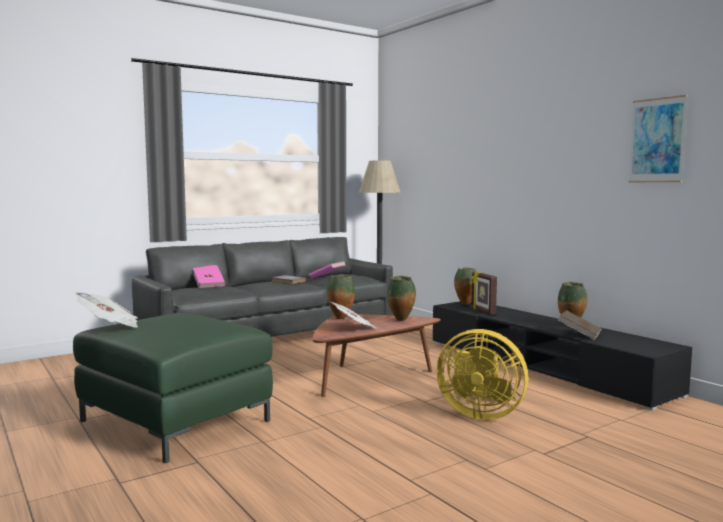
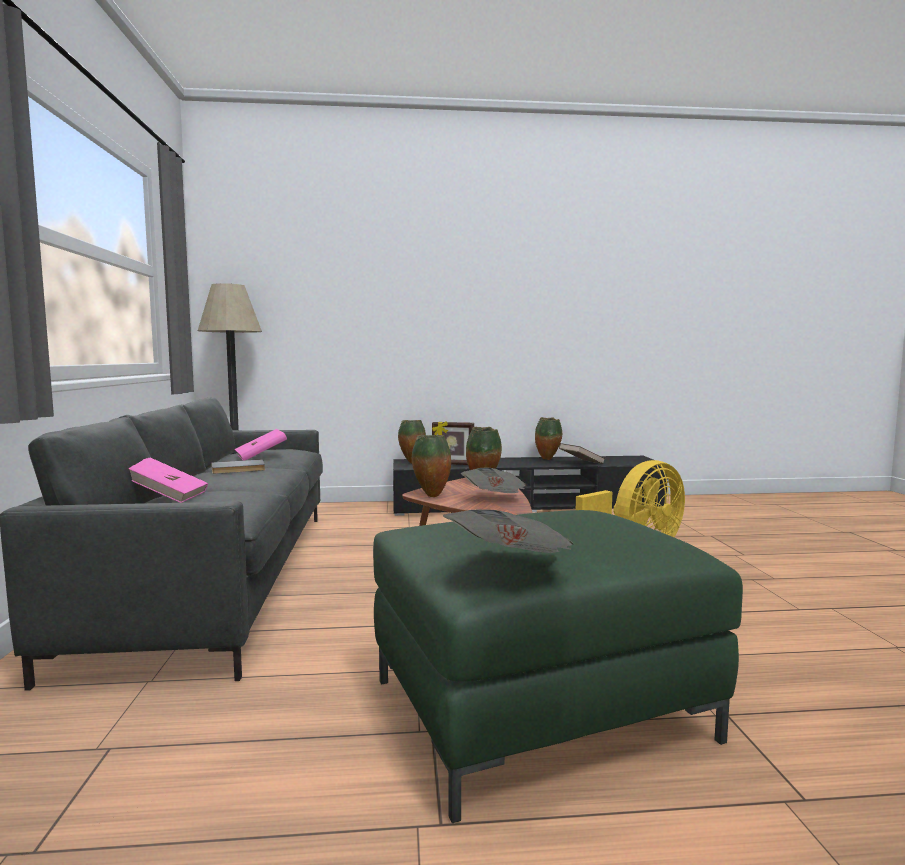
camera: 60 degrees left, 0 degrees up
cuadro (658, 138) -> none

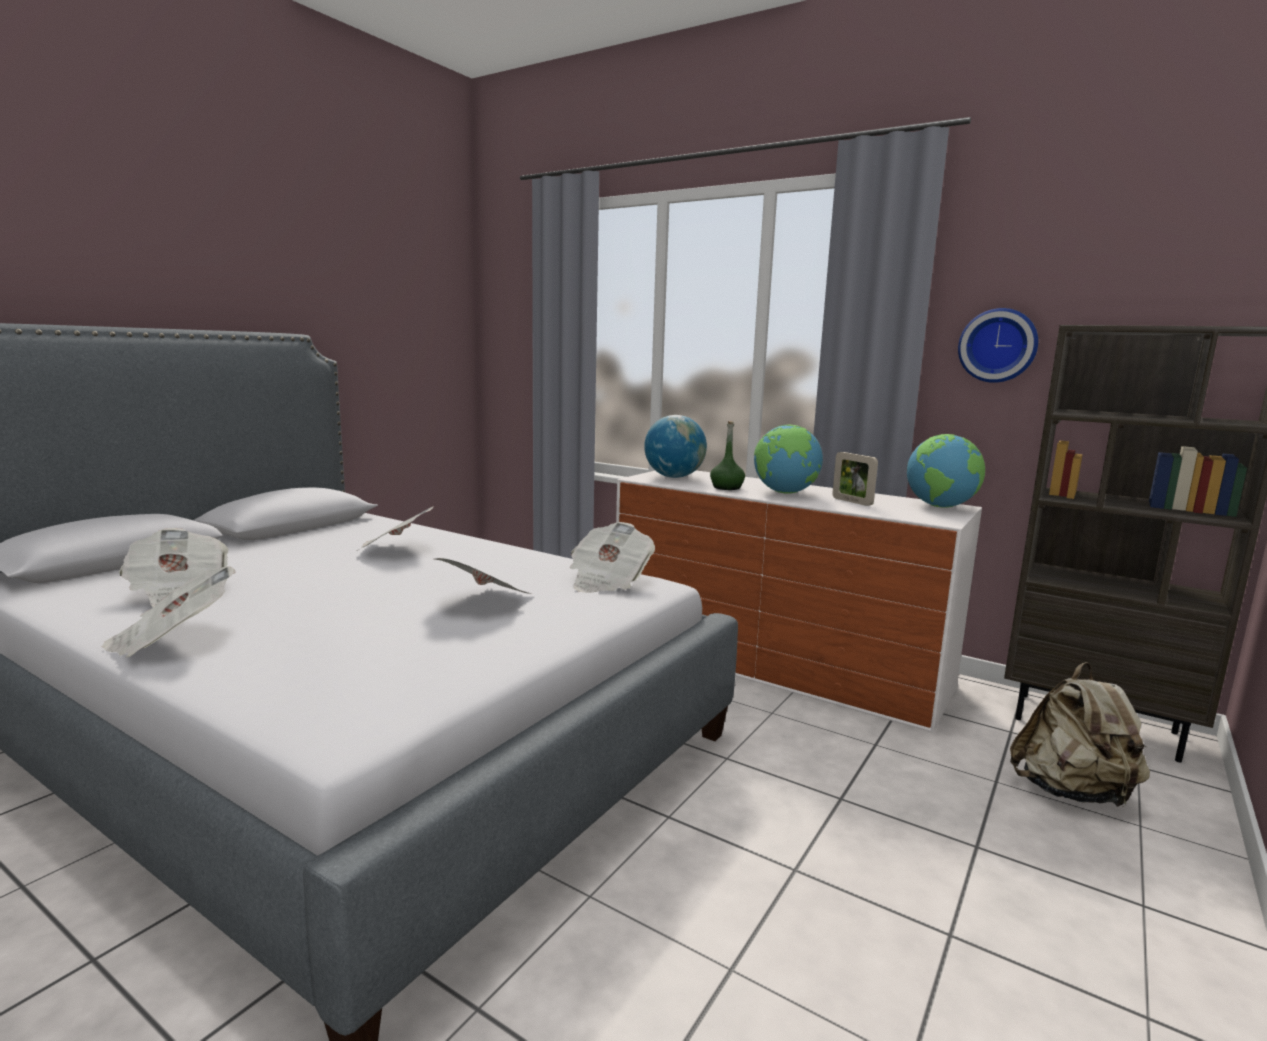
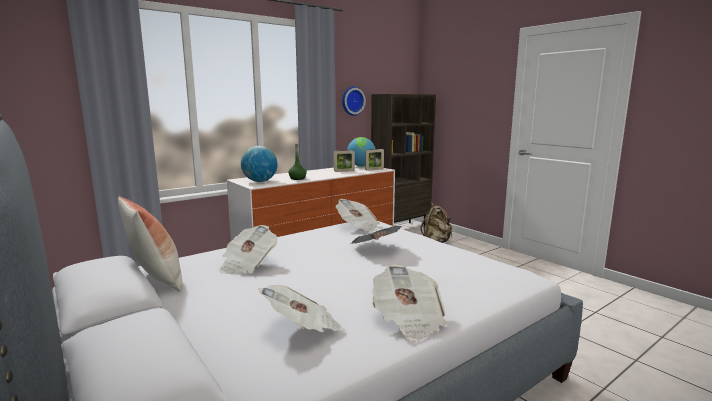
camera: 70 degrees left, 0 degrees up
globo terráqueo (788, 459) -> none
none -> cojín (150, 243)
none -> portarretratos (374, 160)

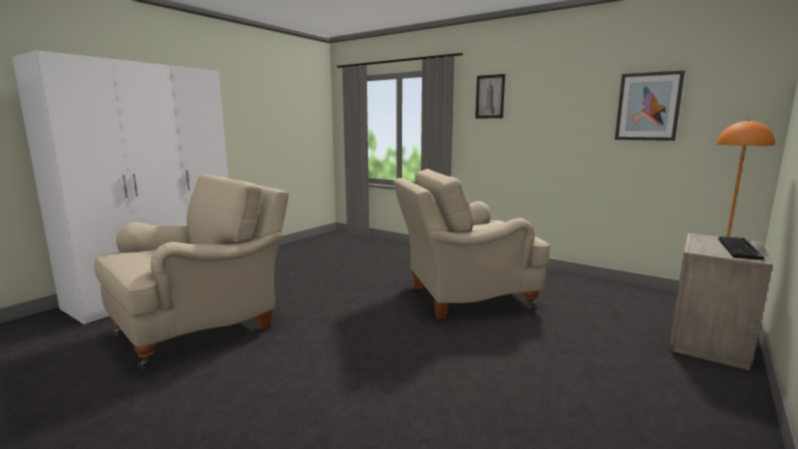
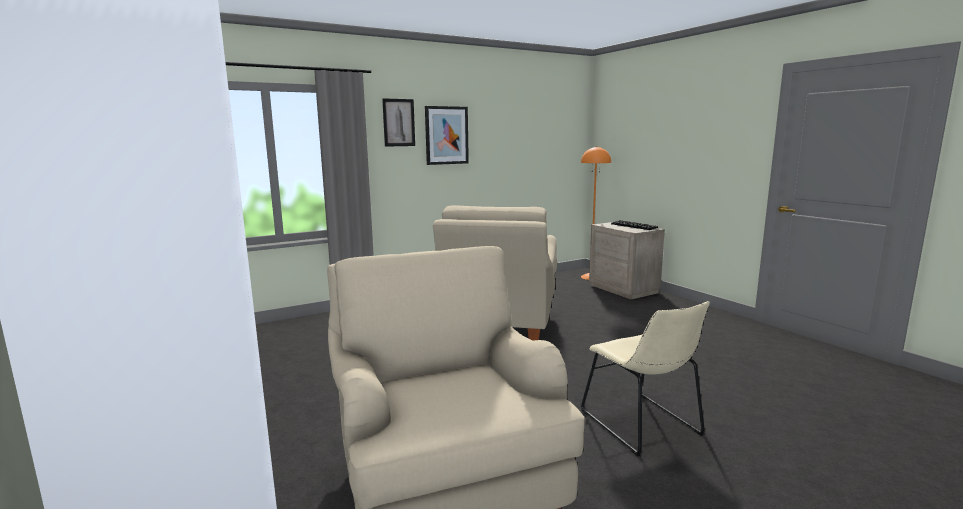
camera: 65 degrees left, 0 degrees up
cuadro (650, 105) -> cuadro (447, 135), shifted
none -> silla [beis] (645, 378)

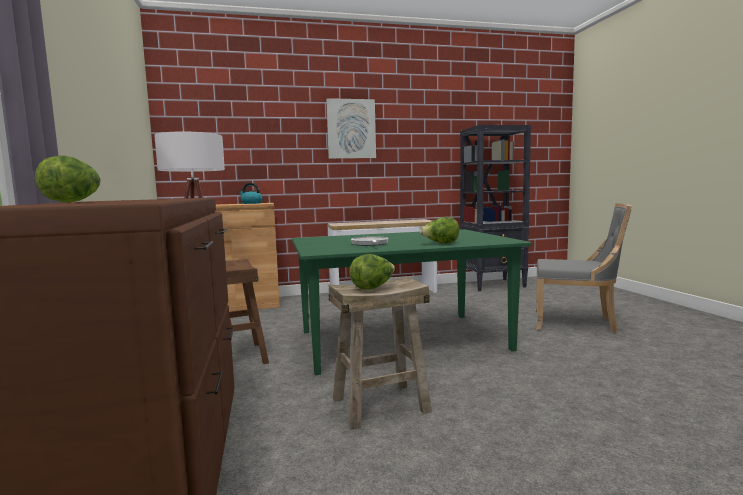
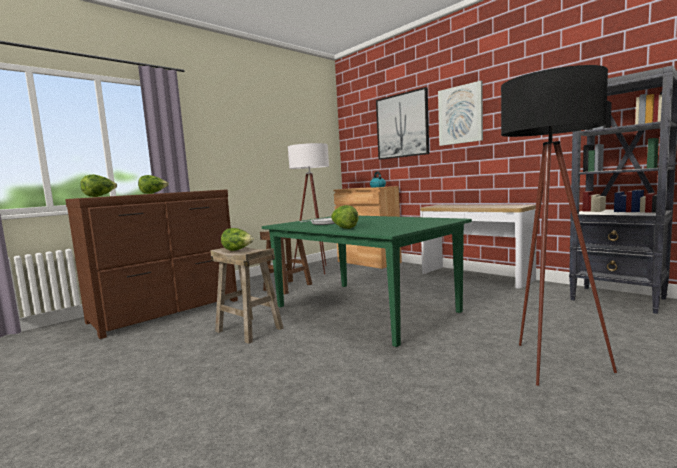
camera: 60 degrees right, 0 degrees up
silla [gris] (583, 268) -> lámpara de pie [negro] (559, 225)
none -> lechuga (98, 185)
none -> cuadro (402, 123)

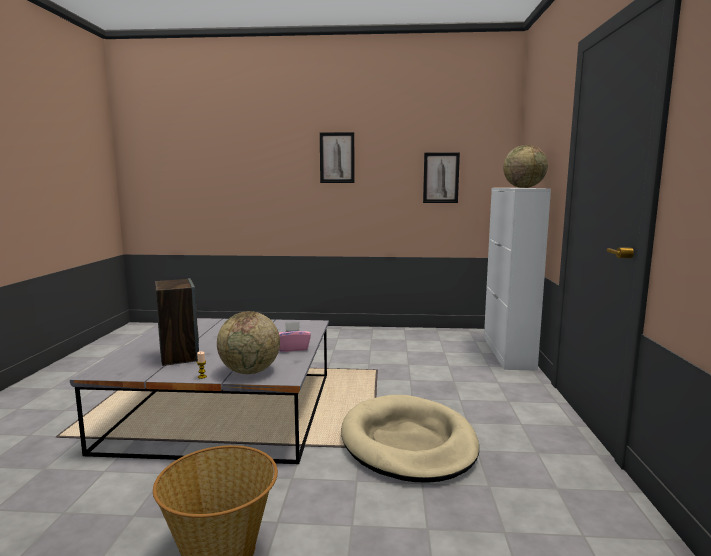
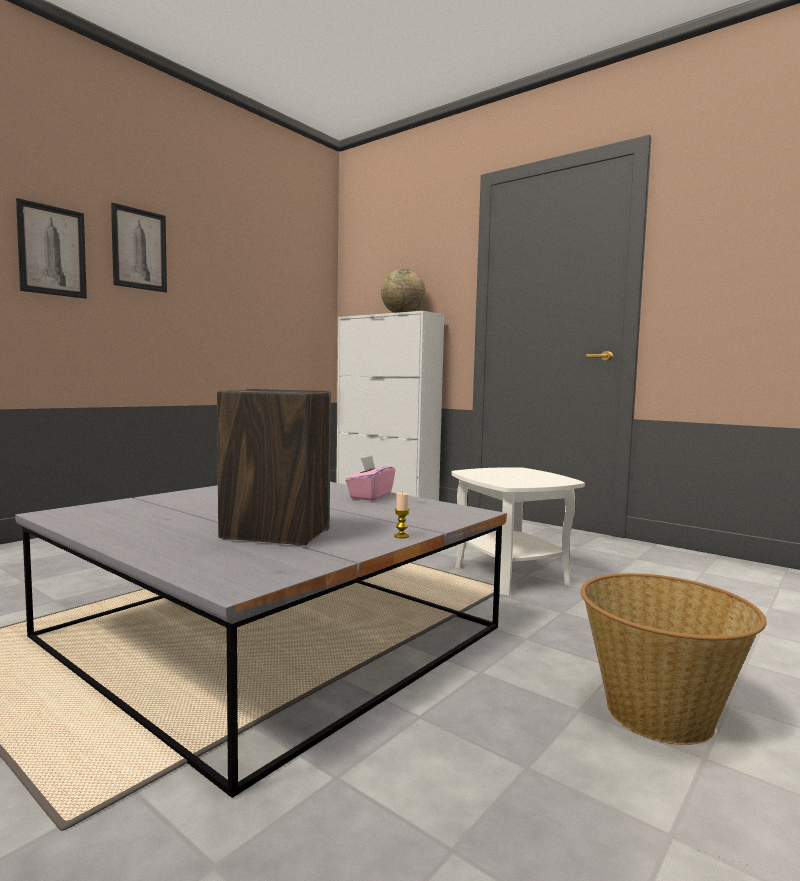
camera: 55 degrees left, 5 degrees down
globo terráqueo (248, 342) -> none
cama para perro [beis] (410, 439) -> mesa auxiliar [blanco] (518, 531)
cuadro (441, 177) -> cuadro (51, 248), shifted

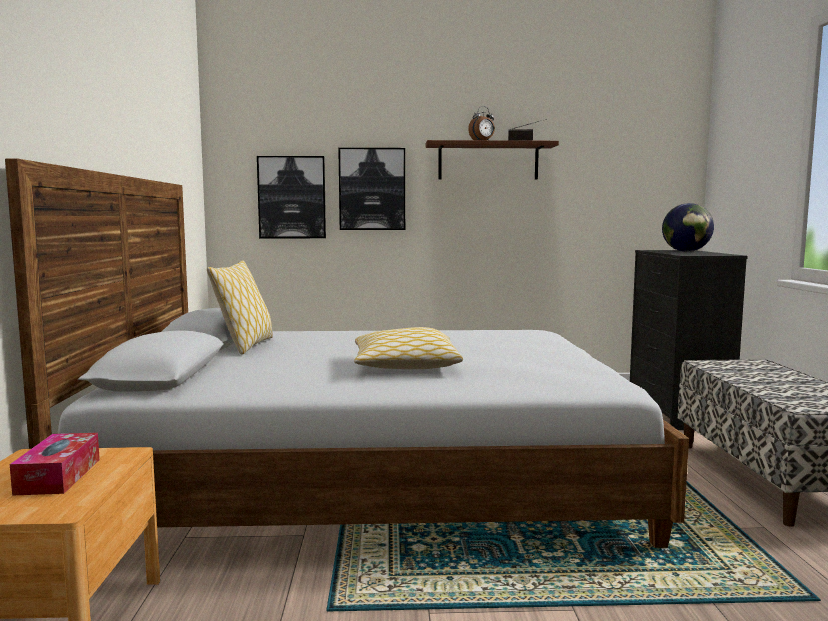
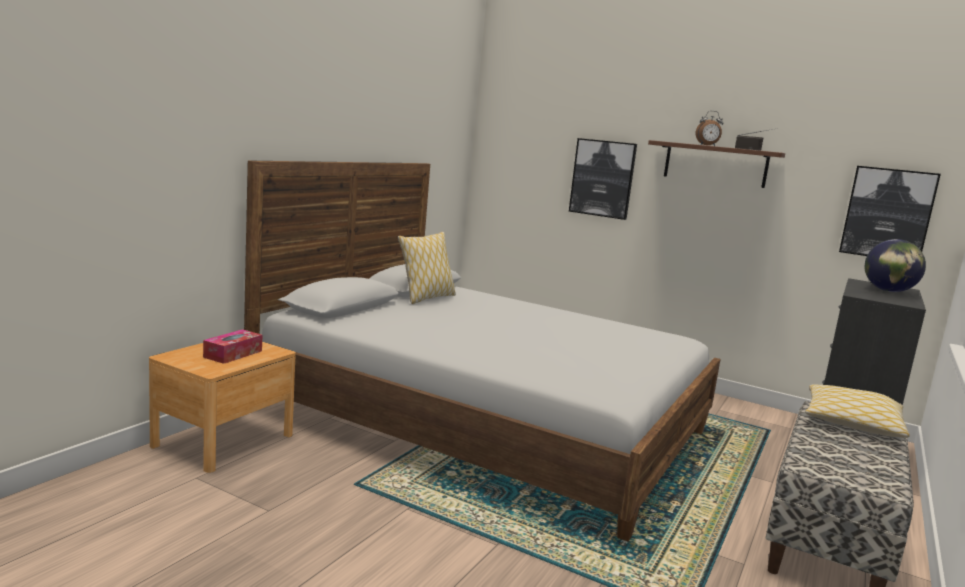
camera: 30 degrees right, 5 degrees up
cuadro (291, 197) -> cuadro (890, 211), shifted
cojín (408, 348) -> cojín (857, 411), shifted

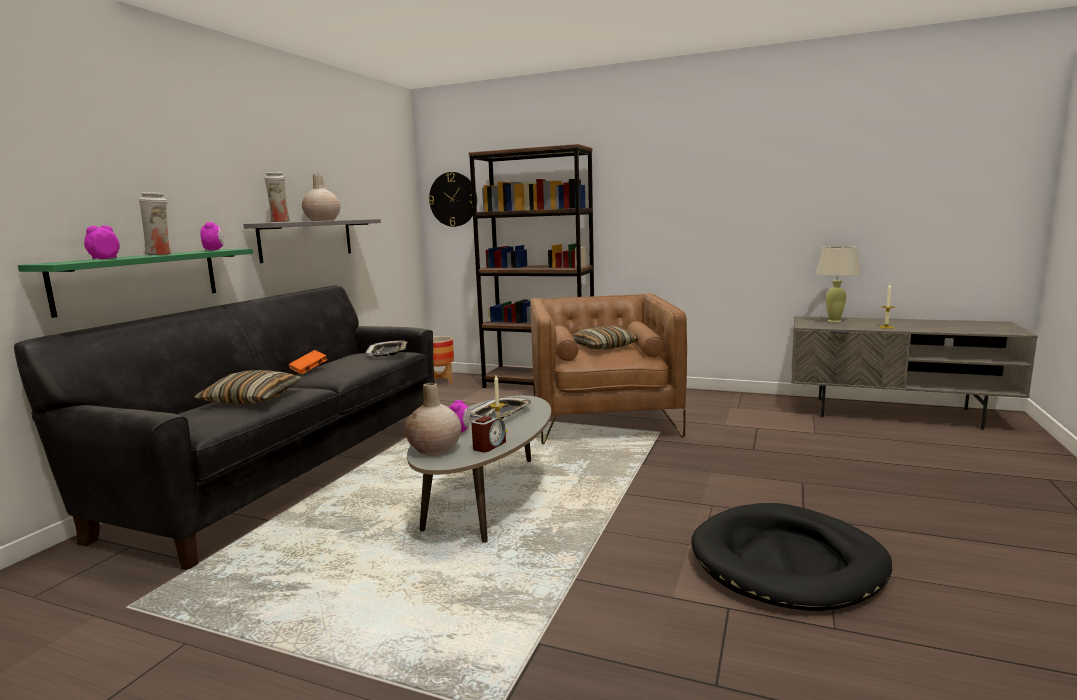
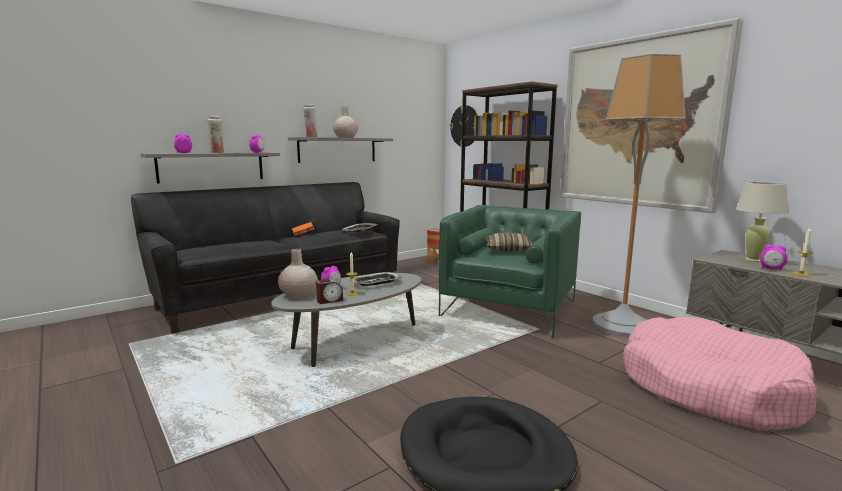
camera: 30 degrees right, 0 degrees up
estante [verde] (135, 283) -> estante [gris] (210, 167)
cojín (247, 387) -> none
sillón [marrón] (608, 368) -> sillón [verde] (510, 271)
none -> cuadro (651, 115)
none -> lámpara de pie (639, 195)
none -> cama para perro [rosa] (720, 374)
none -> despertador (774, 257)

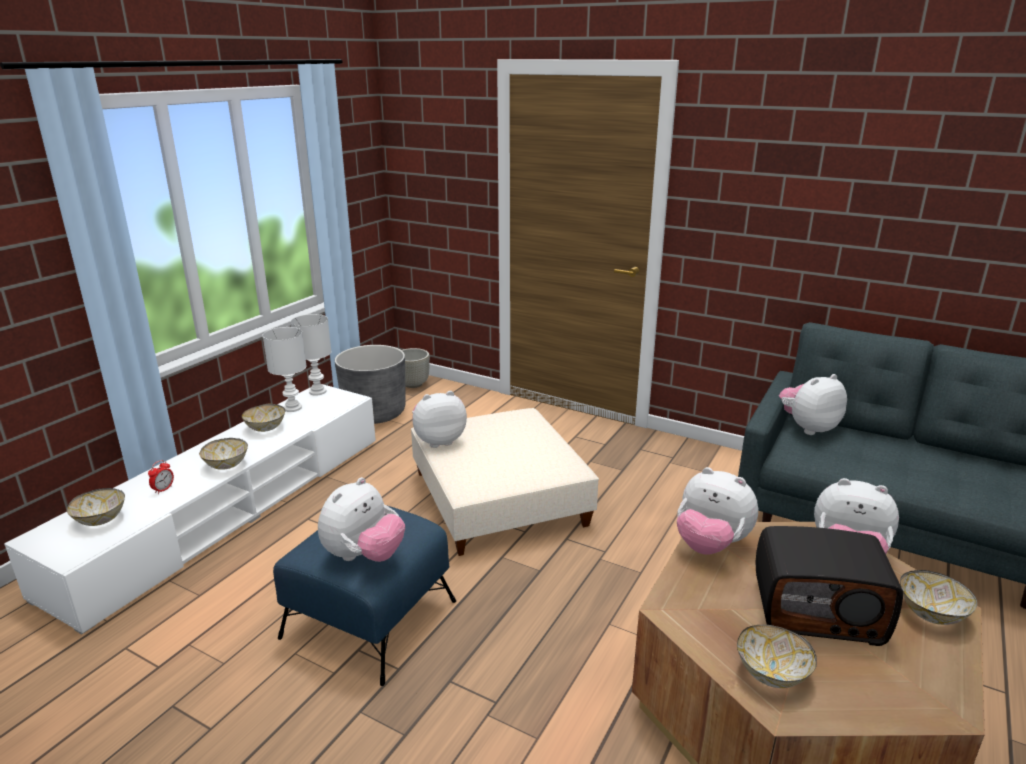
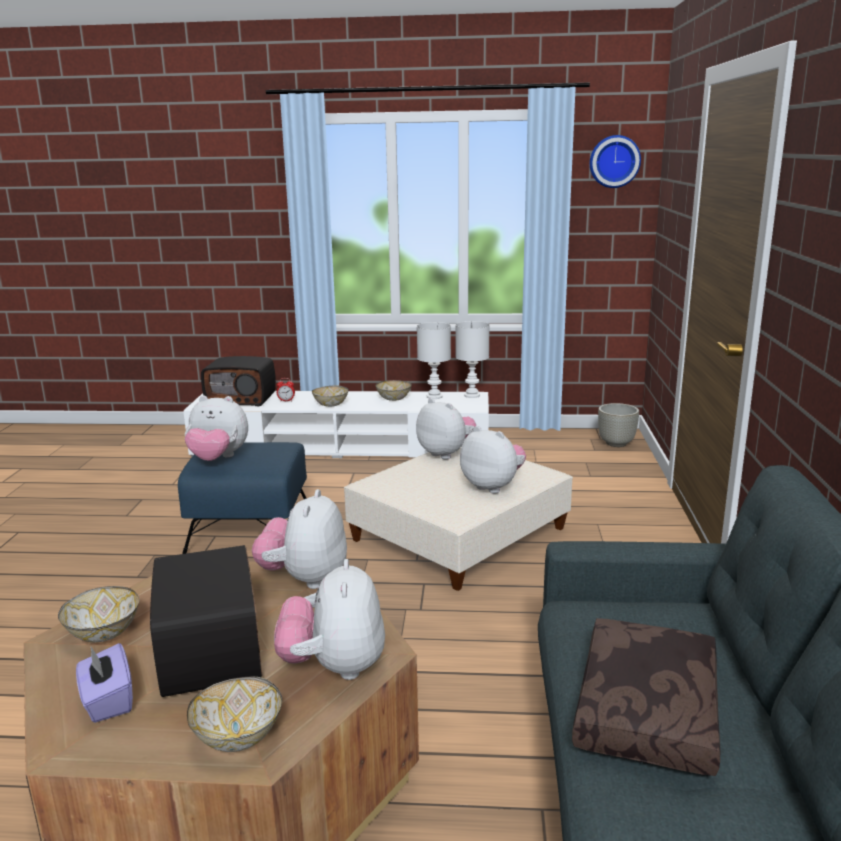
camera: 65 degrees right, 5 degrees down
cuenco (96, 507) -> radio (238, 381)
maceta [gris] (370, 384) -> none
peluche (813, 404) -> peluche (493, 460), shifted
none -> caja de pañuelos [morado] (104, 683)
none -> cojín [marrón] (646, 697)
none -> reloj de pared (615, 161)

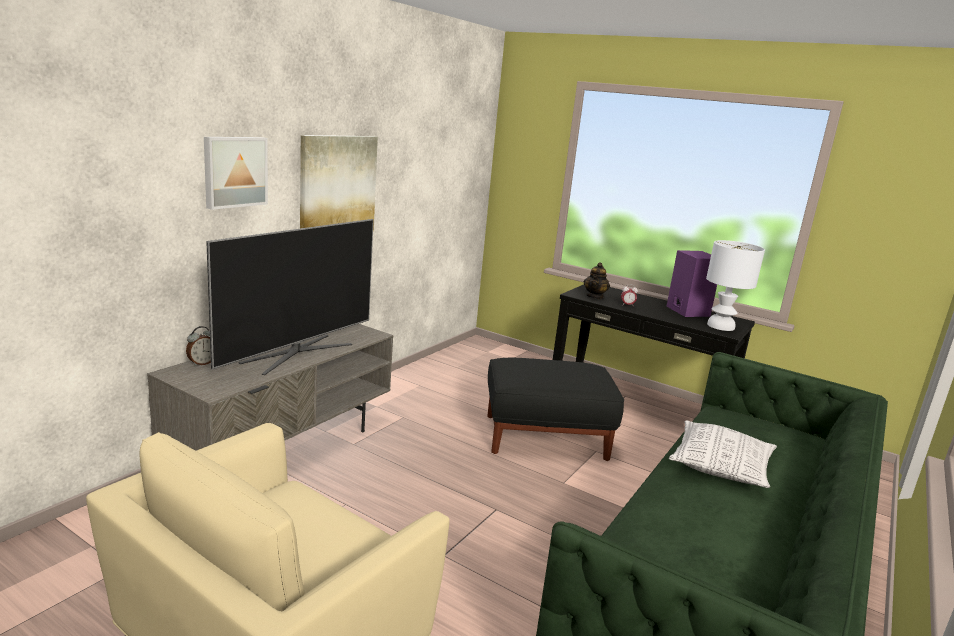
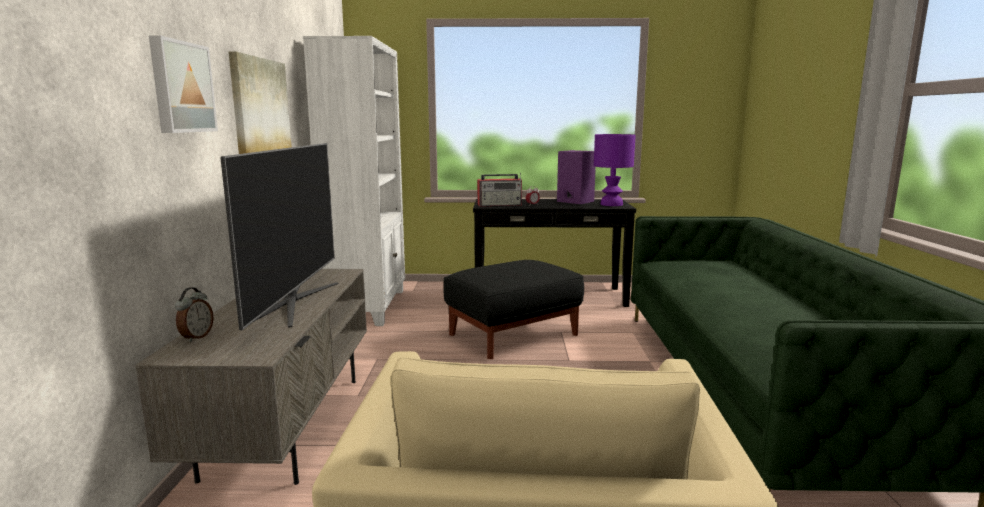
camera: 30 degrees left, 5 degrees down
tetera (597, 280) -> radio (499, 189)
cojín (723, 454) -> none
lámpara de mesa [blanco] (735, 285) -> lámpara de mesa [morado] (615, 170)
none -> estantería [blanco] (354, 181)

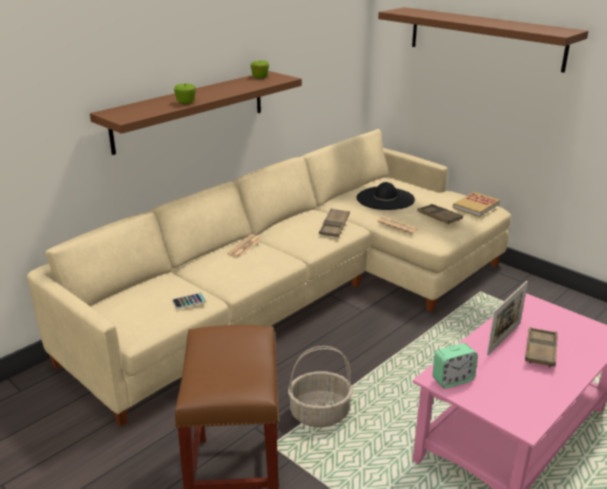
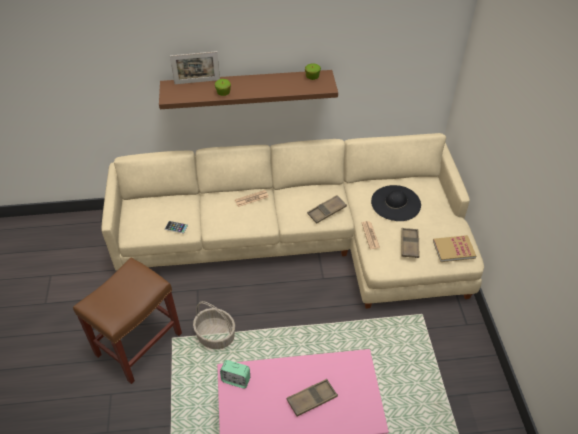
camera: 40 degrees right, 20 degrees up
estante [marrón] (483, 40) -> none
portarretratos (507, 318) -> portarretratos (195, 67), shifted

